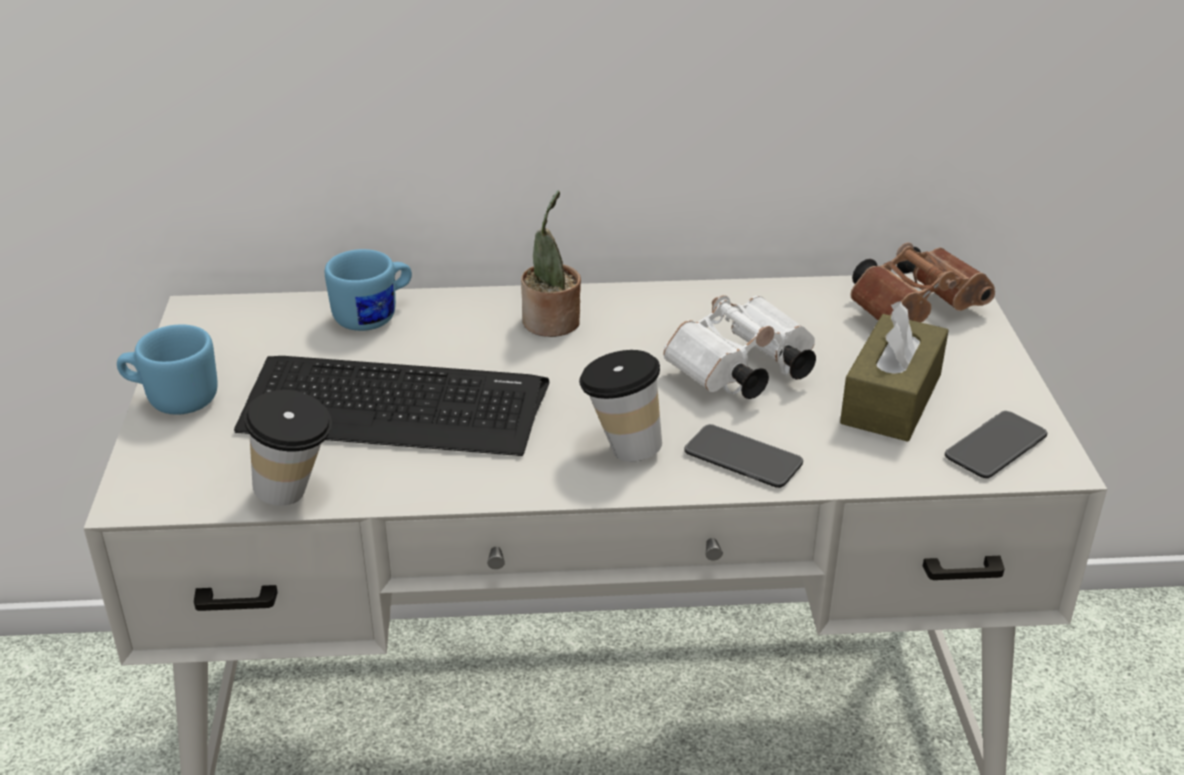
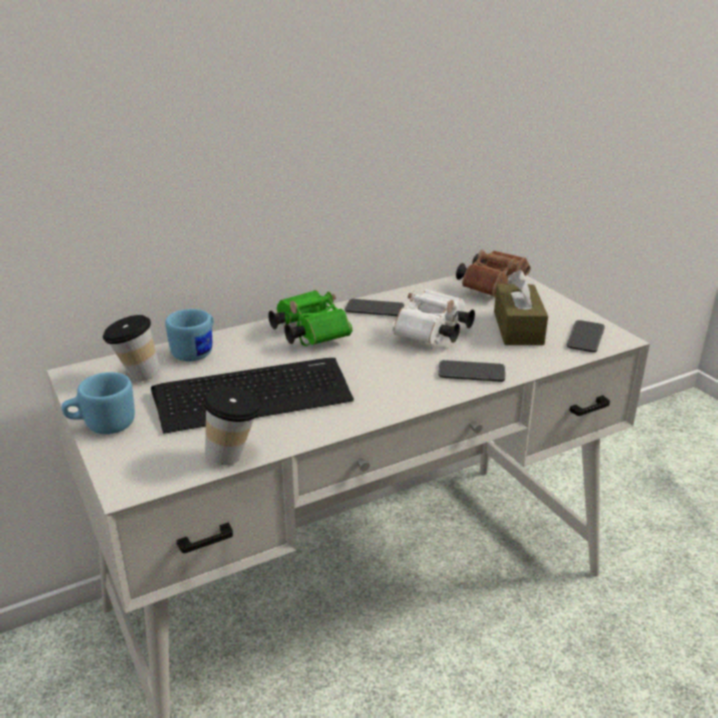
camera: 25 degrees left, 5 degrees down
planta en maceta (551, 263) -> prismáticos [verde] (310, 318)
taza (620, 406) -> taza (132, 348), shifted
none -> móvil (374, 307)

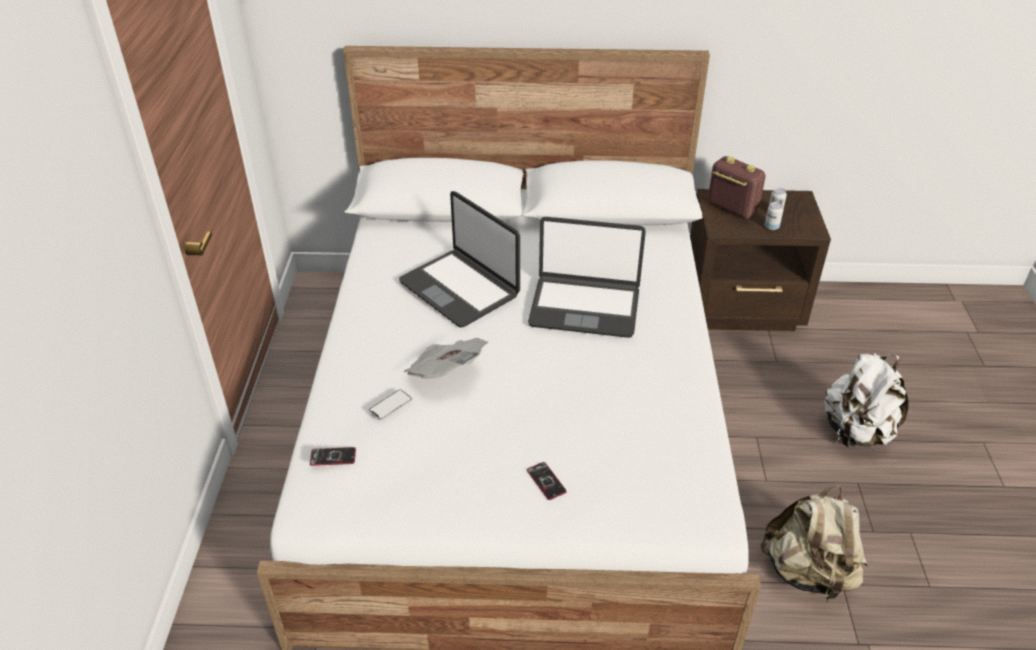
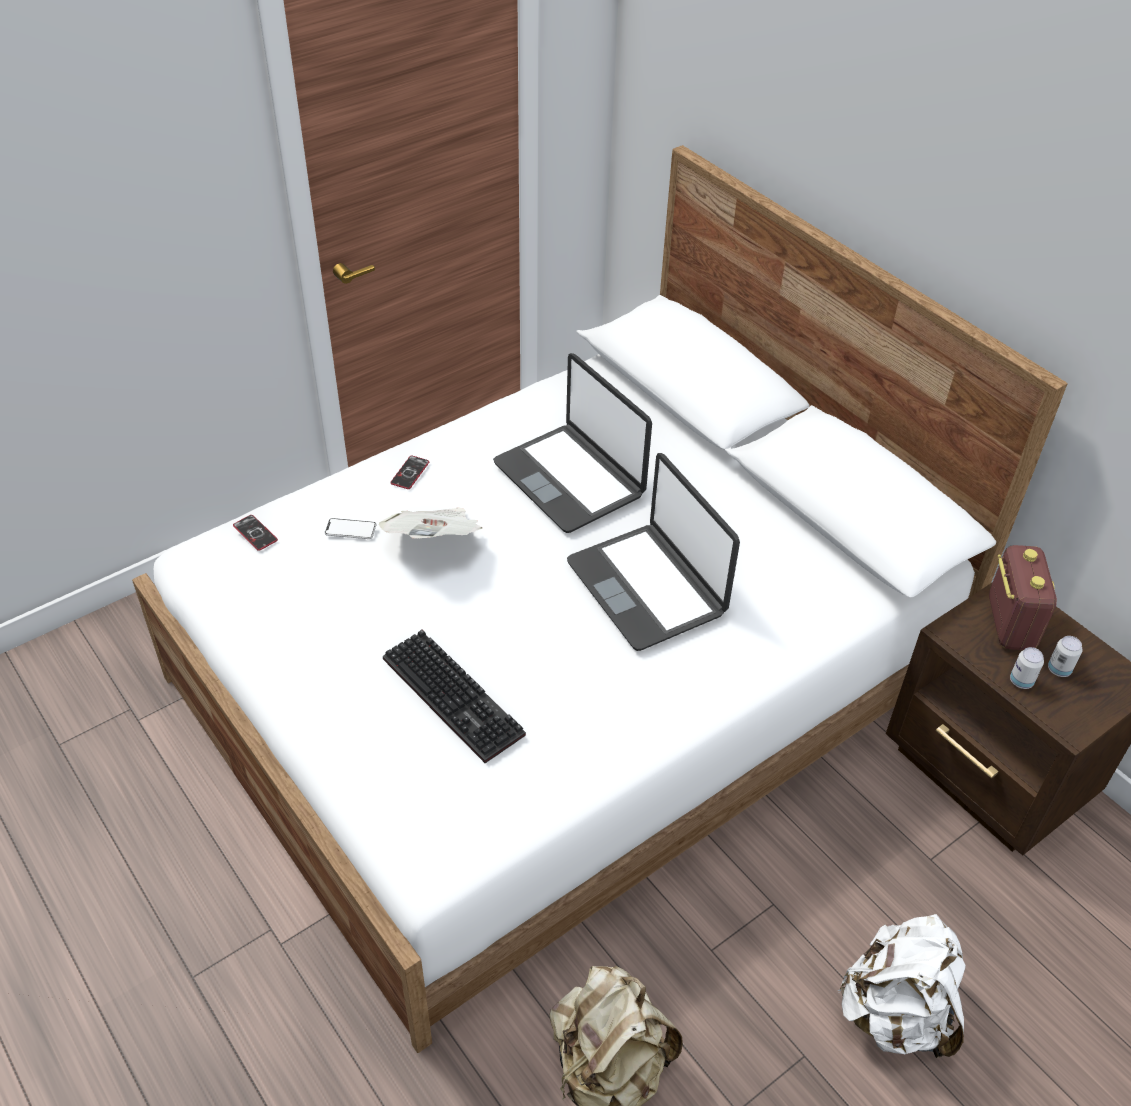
camera: 50 degrees right, 5 degrees up
portátil (459, 259) -> portátil (572, 443), 45 degrees counterclockwise
móvil (547, 481) -> móvil (409, 472), shifted
none -> teclado (454, 696)

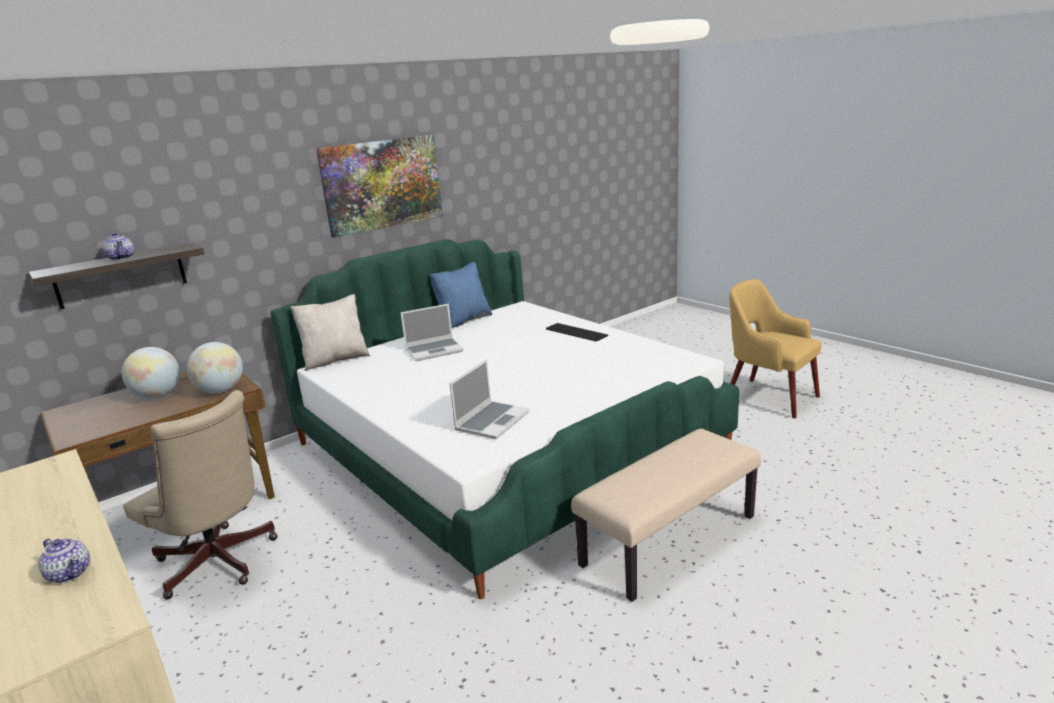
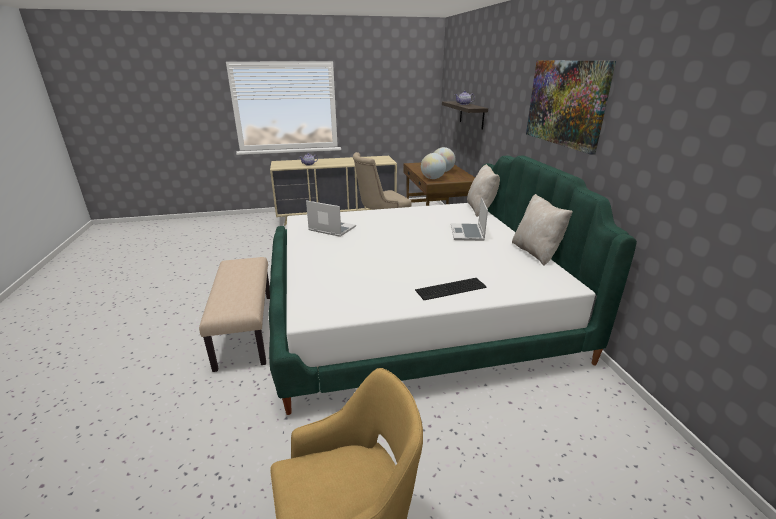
camera: 115 degrees right, 5 degrees up
cojín [azul] (461, 295) -> cojín [beis] (542, 230)
portátil (490, 399) -> portátil (331, 218), 150 degrees clockwise

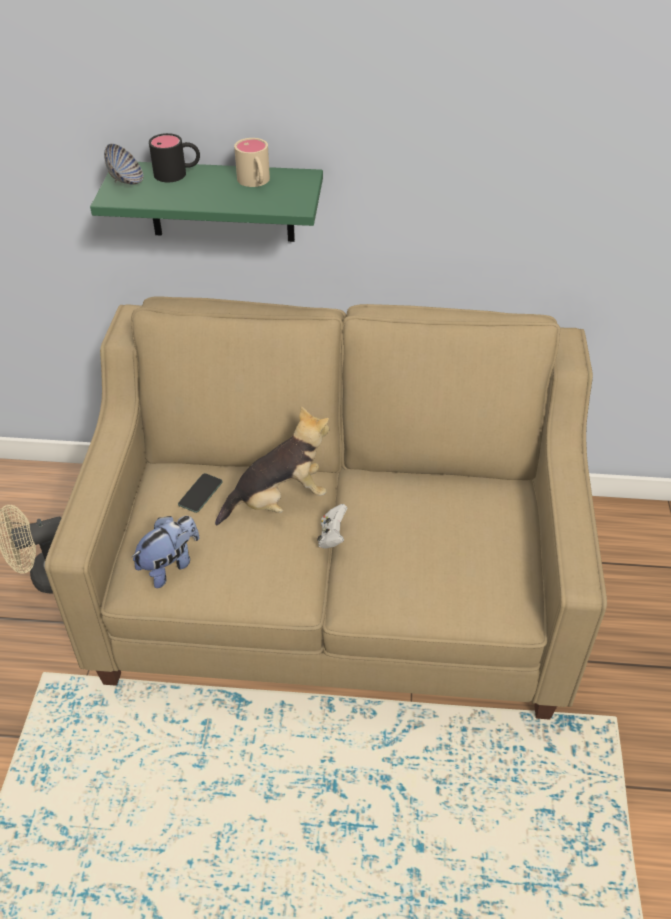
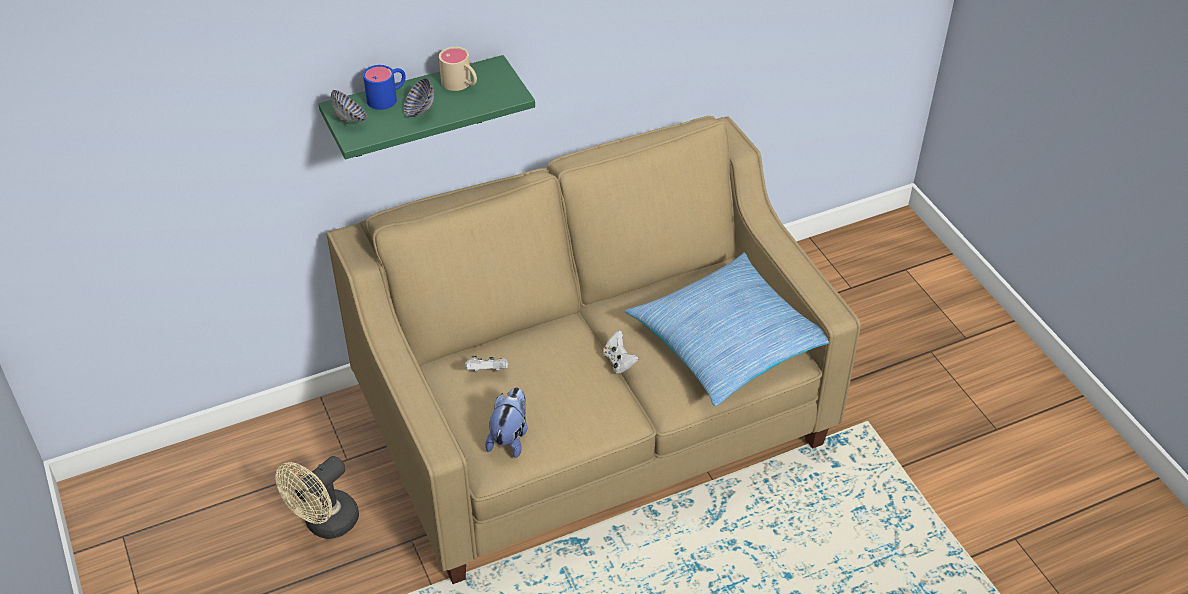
camera: 30 degrees left, 0 degrees up
taza grande [negro] (174, 157) -> taza grande [azul] (384, 87)
móvil (200, 493) -> mando de consola [blanco] (486, 364)
peluche (272, 466) -> none
none -> cuenco (419, 97)
none -> cojín (727, 329)

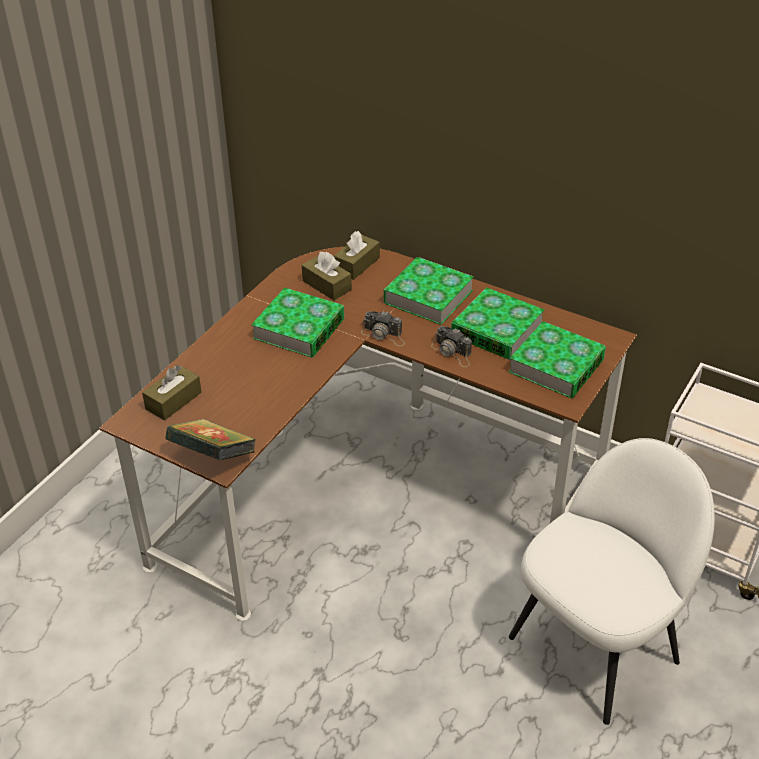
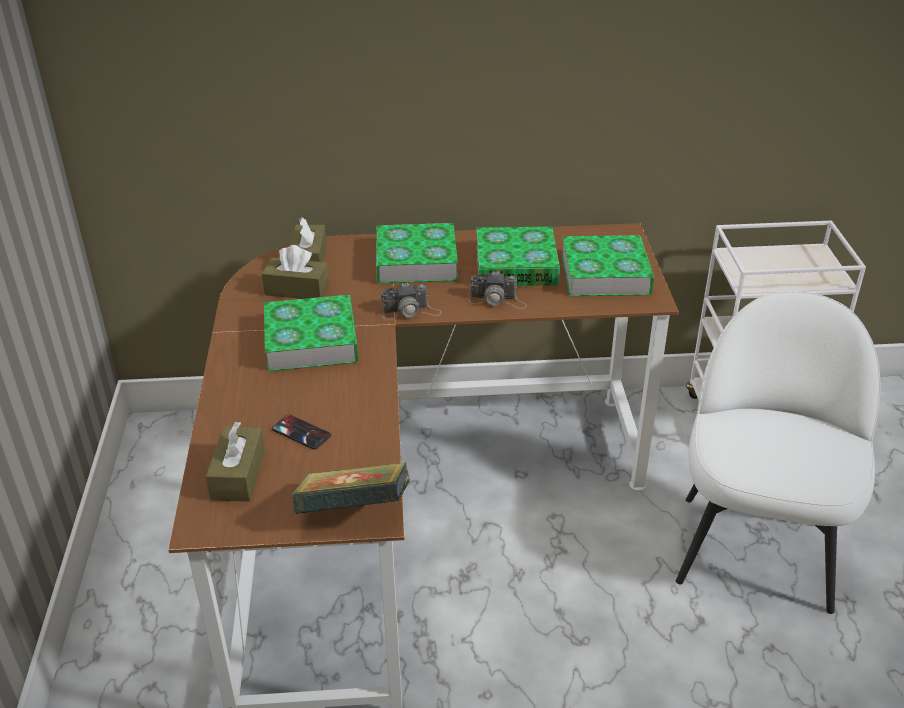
camera: 35 degrees left, 5 degrees down
none -> móvil (301, 432)

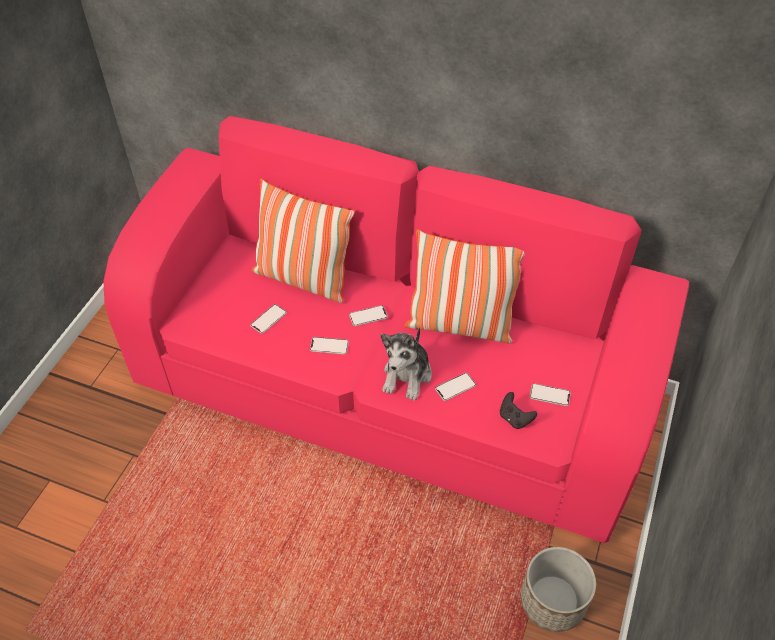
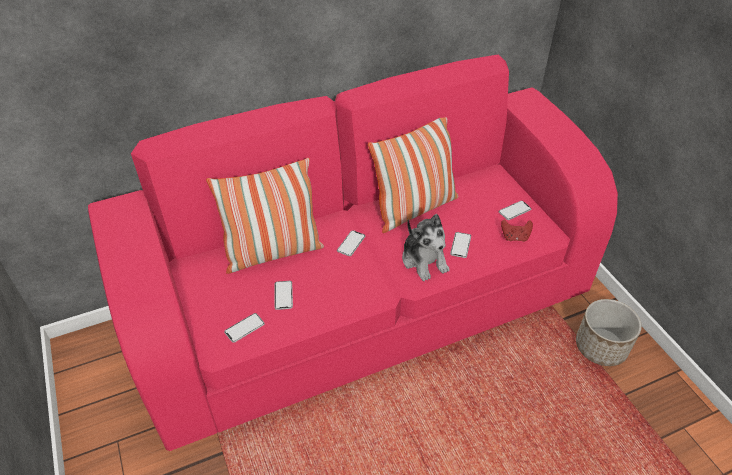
camera: 45 degrees left, 5 degrees down
móvil (329, 346) -> móvil (244, 328), shifted
mando de consola [negro] (518, 410) -> mando de consola [rojo] (517, 230)

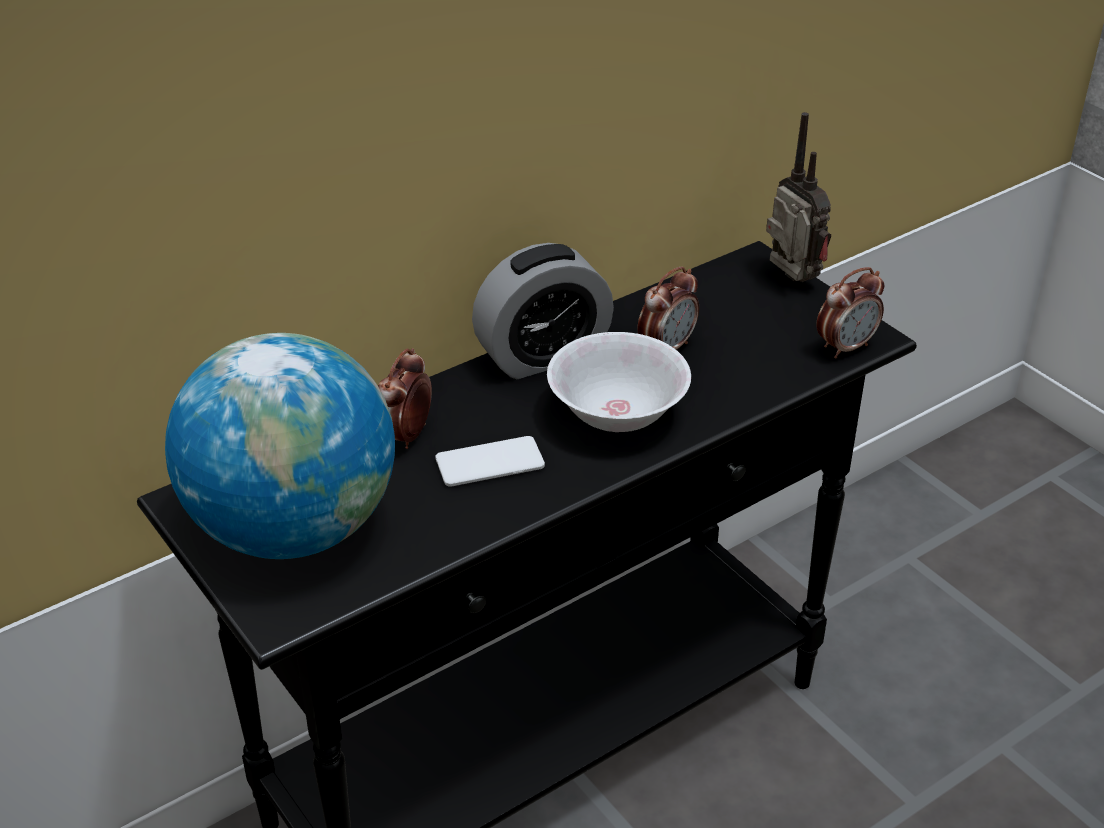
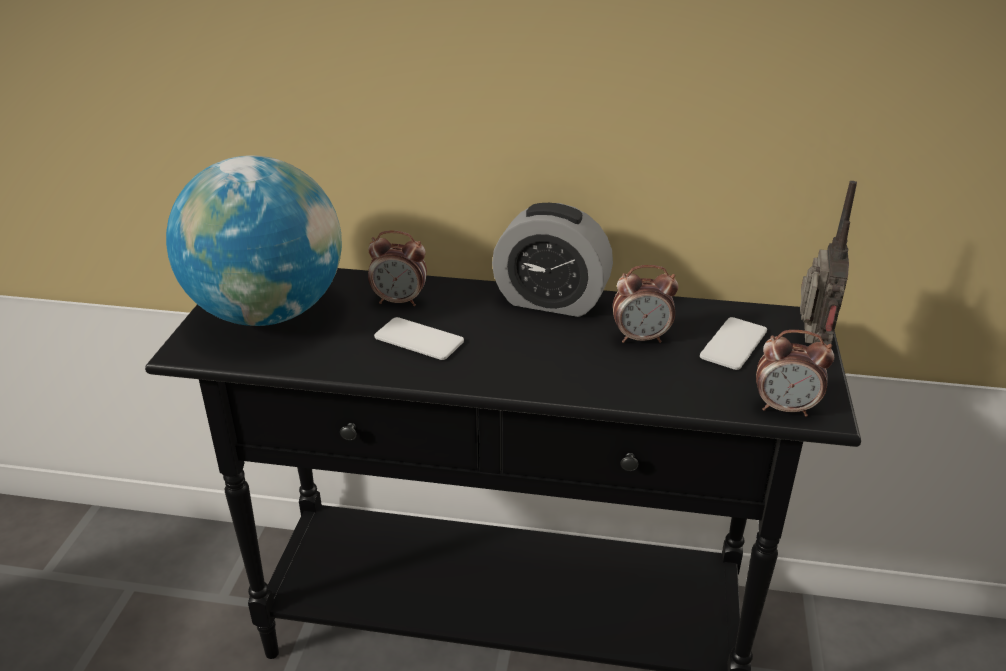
camera: 45 degrees right, 5 degrees down
despertador (405, 398) -> despertador (397, 268), 150 degrees counterclockwise
cuenco [blanco] (619, 382) -> none
none -> móvil (733, 343)

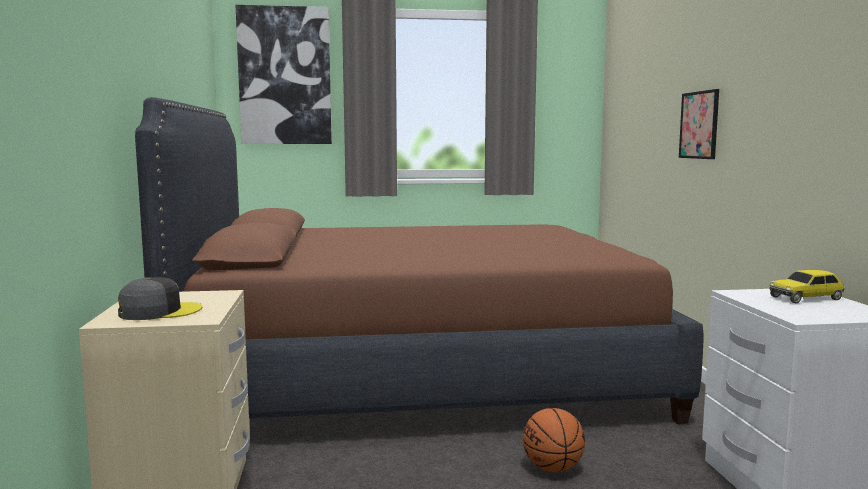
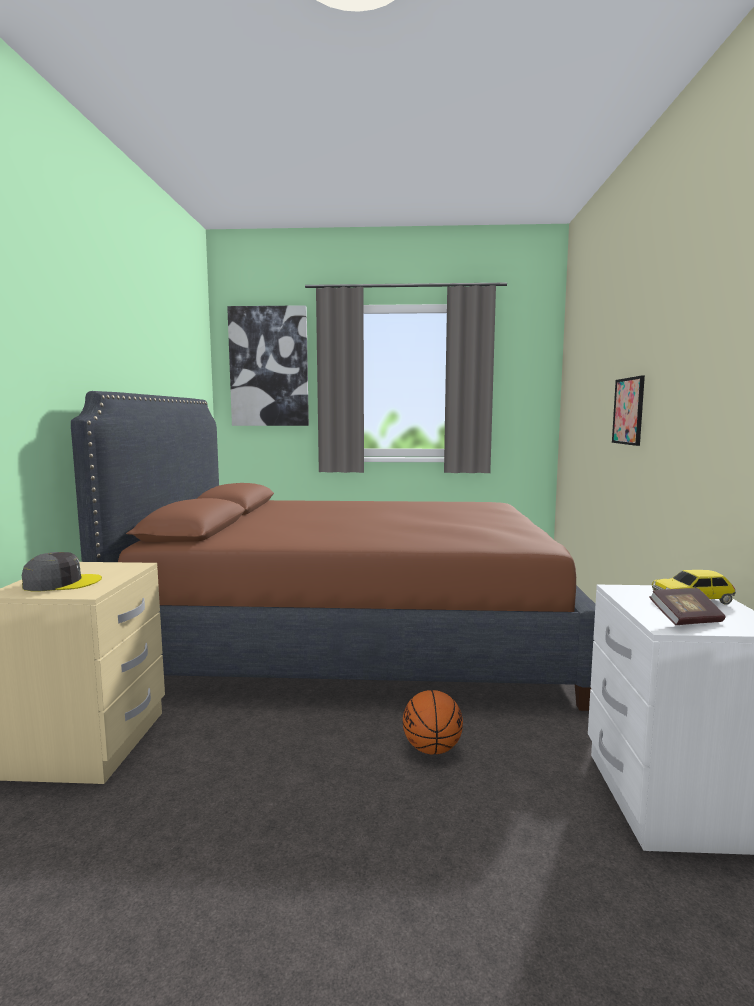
camera: 10 degrees right, 0 degrees up
none -> libro (687, 606)

